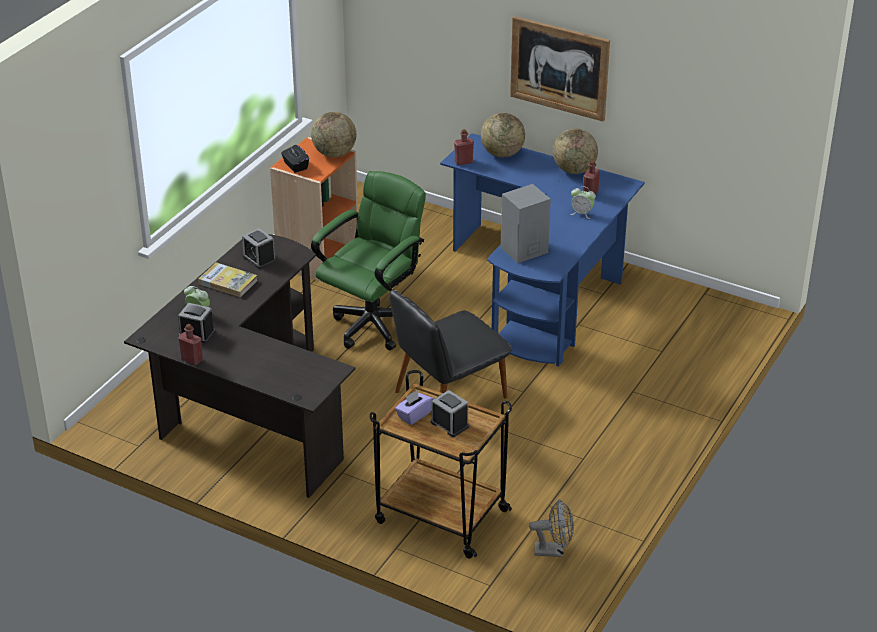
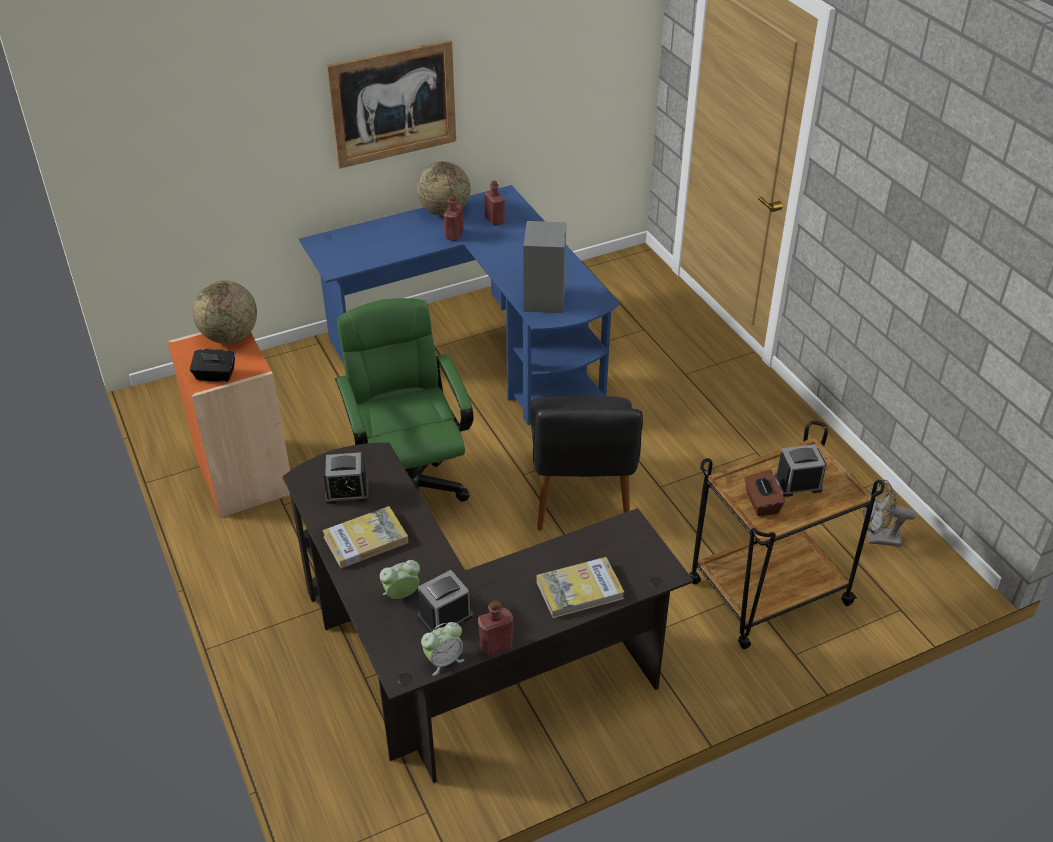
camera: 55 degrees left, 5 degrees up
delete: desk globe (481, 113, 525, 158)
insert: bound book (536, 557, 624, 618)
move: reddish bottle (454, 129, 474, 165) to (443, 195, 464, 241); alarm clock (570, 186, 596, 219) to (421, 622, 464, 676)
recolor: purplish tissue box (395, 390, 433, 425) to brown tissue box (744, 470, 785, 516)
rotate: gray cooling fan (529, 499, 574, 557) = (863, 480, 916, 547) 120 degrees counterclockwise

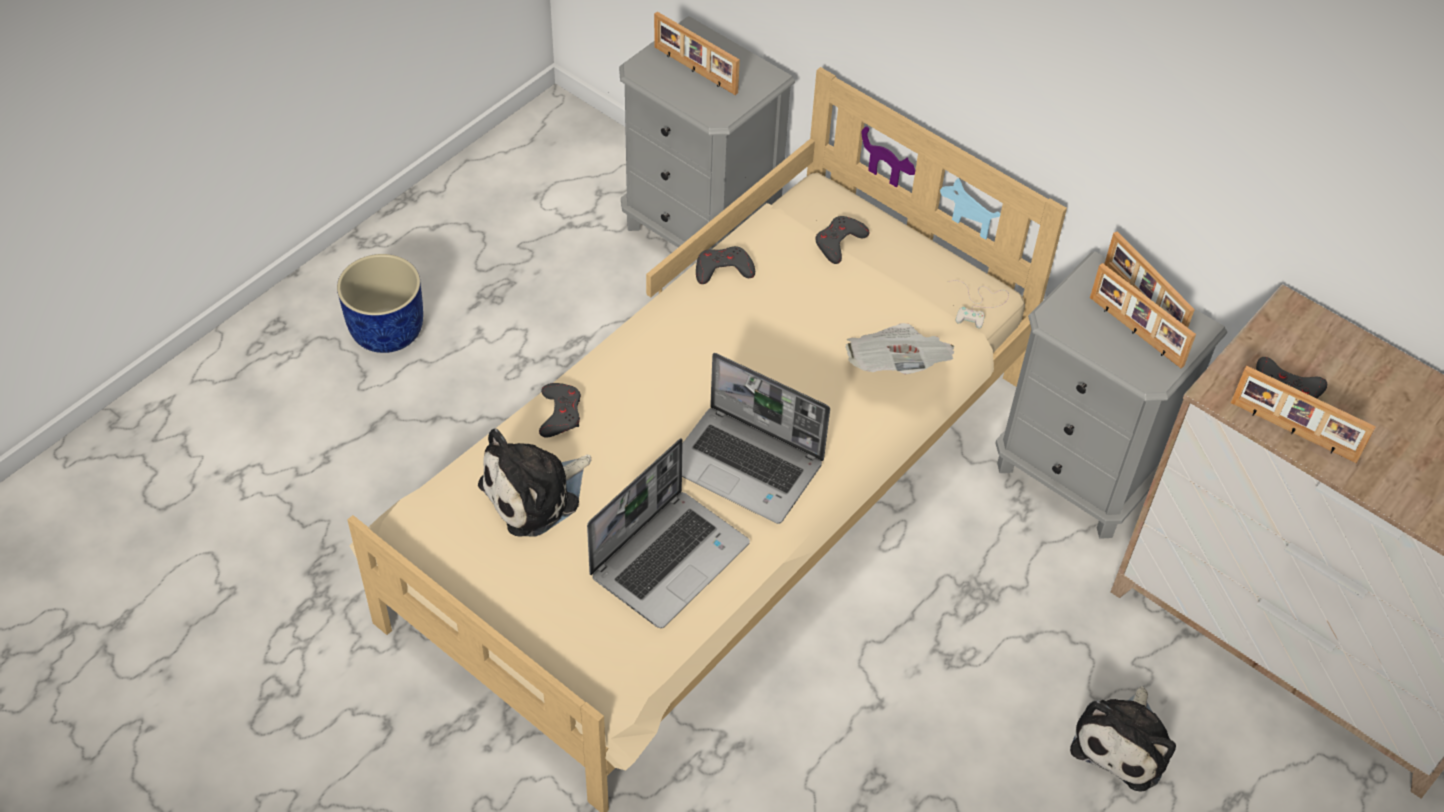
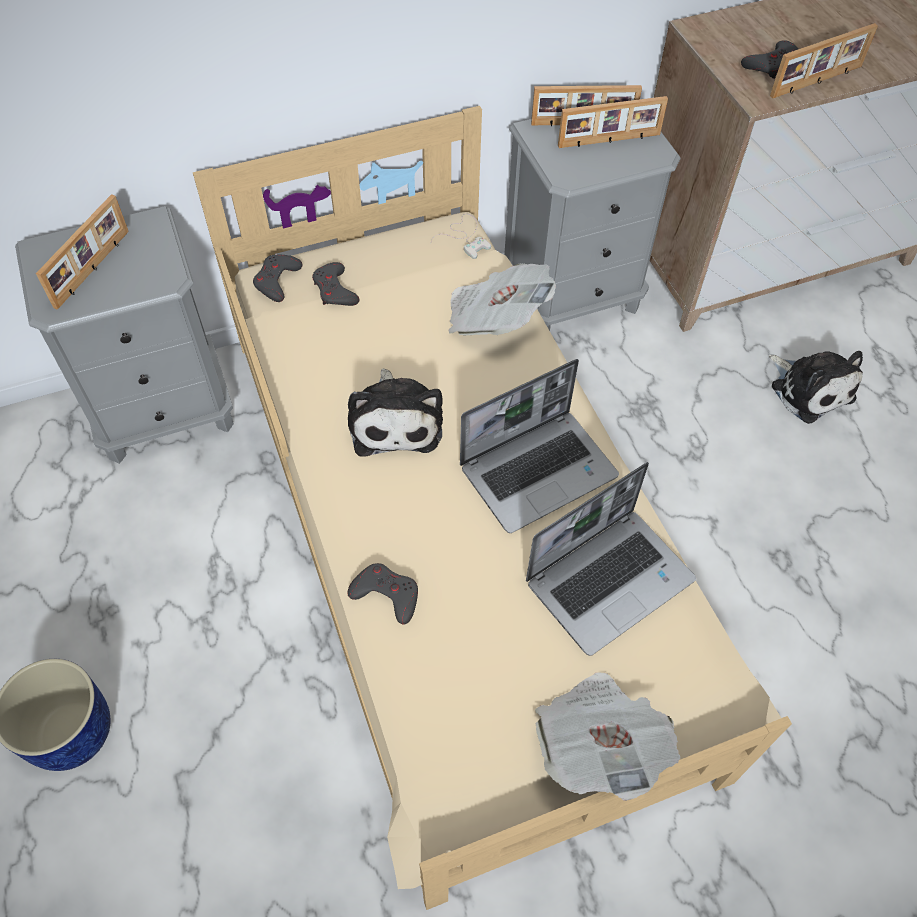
camera: 60 degrees left, 5 degrees up
insert: newspaper (535, 673, 680, 801)
move: plush toy (478, 429, 591, 537) to (348, 369, 443, 457); gray joypad (696, 246, 755, 284) to (253, 254, 303, 302)
rotate: laptop (587, 438, 750, 628) = (526, 462, 696, 656) 75 degrees clockwise; picture frame (654, 12, 740, 95) = (36, 194, 129, 310) 45 degrees counterclockwise

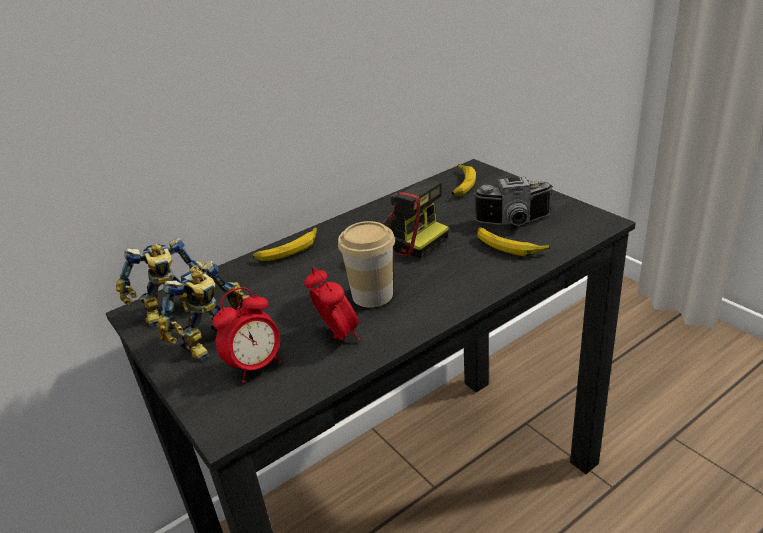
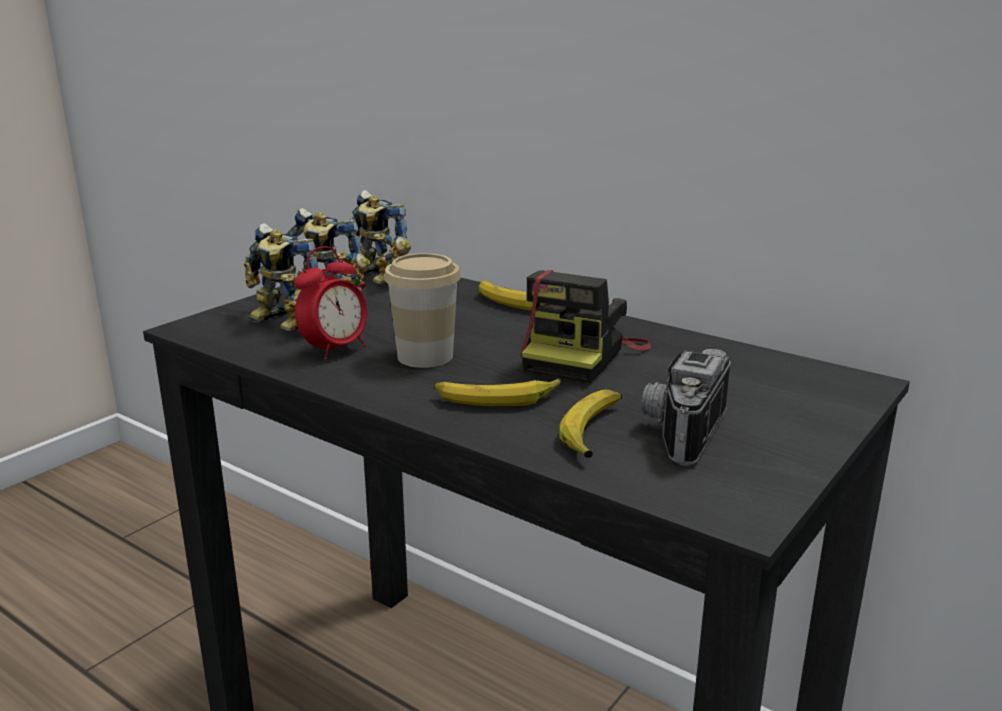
camera: 70 degrees right, 10 degrees down
move: whole banana (451, 164, 476, 196) to (434, 378, 562, 406)
replace: alarm clock (212, 287, 282, 383) to model robot (244, 223, 318, 331)
rotate: photo camera (473, 176, 552, 226) = (641, 349, 731, 466) 45 degrees clockwise

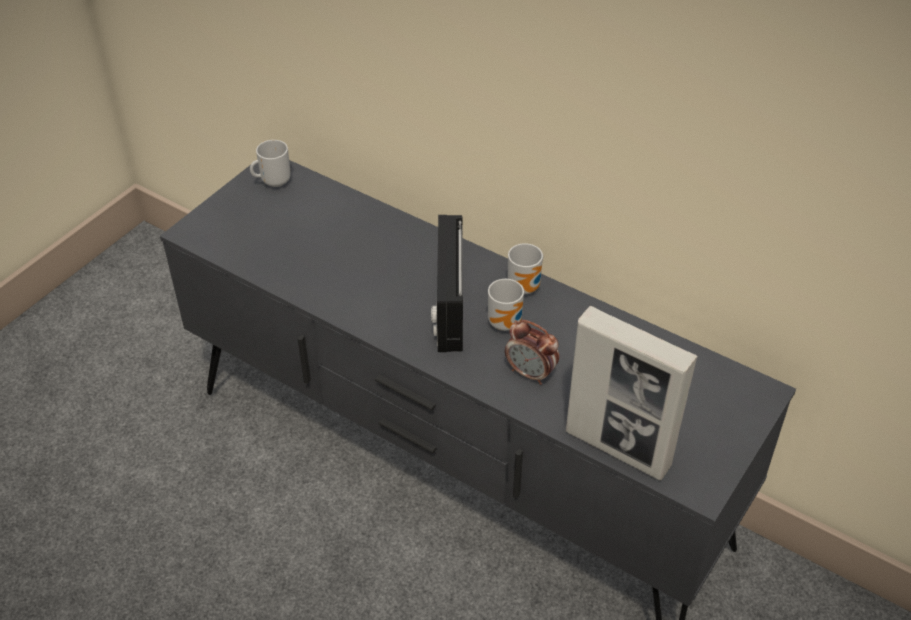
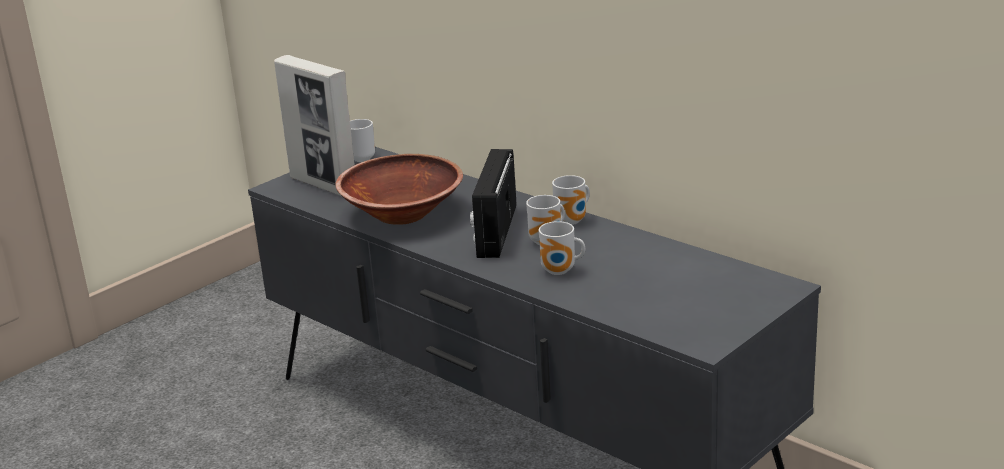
camera: 10 degrees right, 20 degrees down
insert: brown deep dish (335, 154, 463, 225)
move: picture frame (566, 306, 698, 480) to (274, 55, 355, 197)
replace: alarm clock (505, 320, 559, 385) to coffee mug (539, 221, 585, 275)

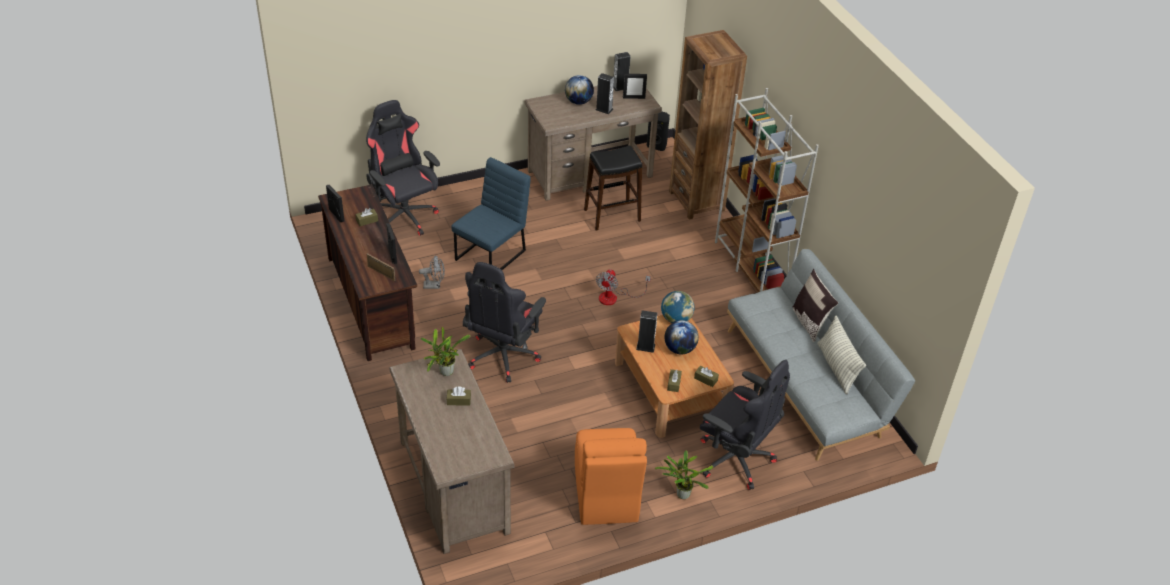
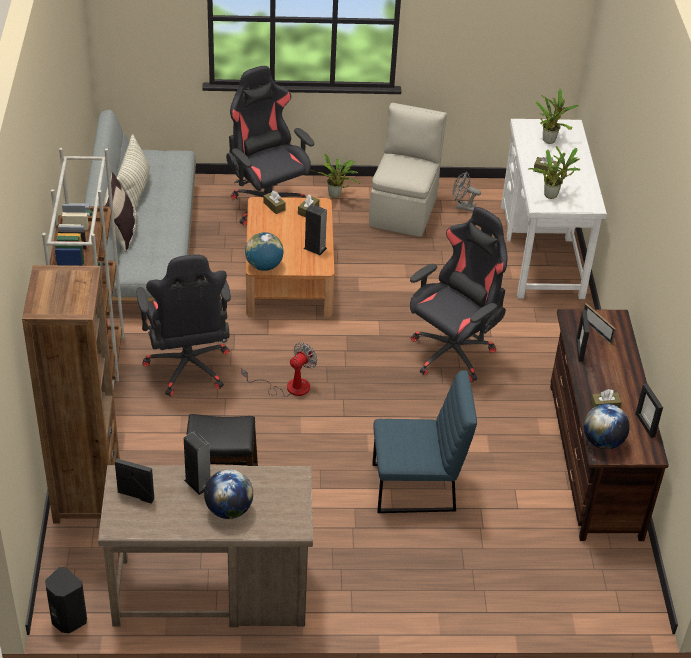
camera: 160 degrees left, 0 degrees up
delete: audio speaker (614, 52, 630, 91)
insert: plant in a pot (535, 89, 579, 144)
move: black-coloured office chair (366, 100, 440, 236) to (136, 254, 231, 396); gray cooling fan (419, 255, 445, 289) to (453, 172, 481, 212); desk globe (664, 320, 699, 355) to (584, 404, 630, 449)
recolor: brown desk table (390, 349, 514, 554) to white-coloured desk table (501, 119, 607, 299); orange chair (575, 428, 647, 525) to beige chair (369, 103, 447, 237)
rotate: bluish chair (451, 157, 531, 270) = (372, 370, 477, 513) 150 degrees counterclockwise

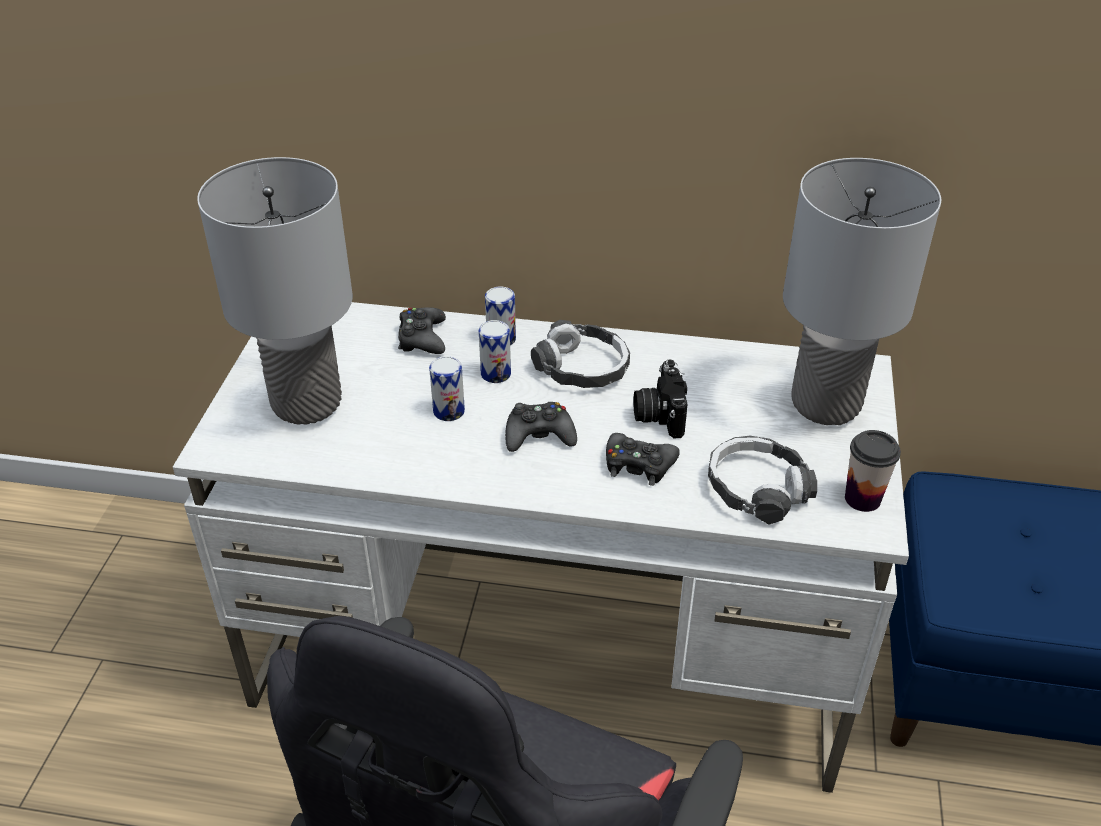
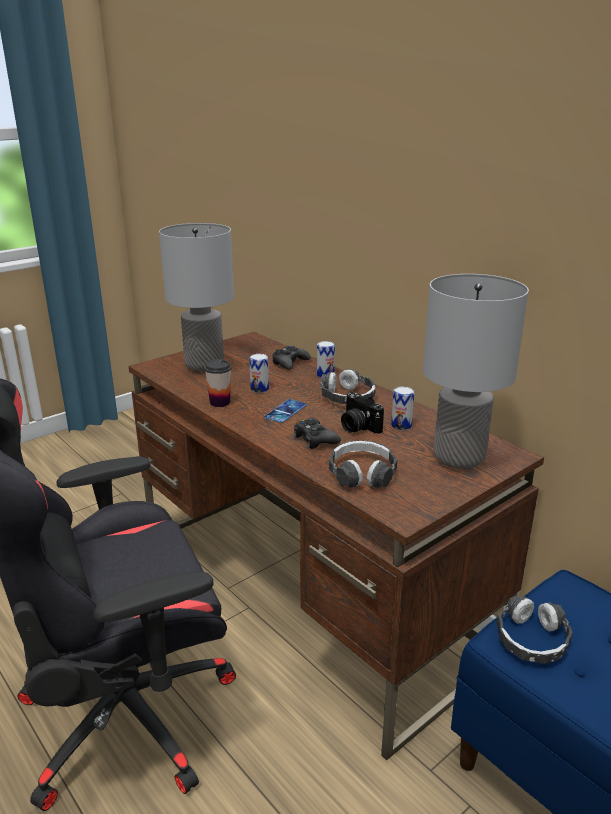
camera: 40 degrees right, 15 degrees down
insert: pair of headphones (496, 595, 573, 664)
move: sealed can (479, 320, 511, 383) to (391, 387, 414, 430); small cup (845, 430, 901, 512) to (204, 359, 232, 407)
replace: black-coloured joypad (505, 402, 577, 452) to phone (264, 399, 307, 423)
recolor: white-coloured desk table (173, 302, 909, 793) to brown desk table (128, 332, 544, 760)
rotate: photo camera (633, 360, 688, 438) = (341, 392, 384, 434) 75 degrees counterclockwise

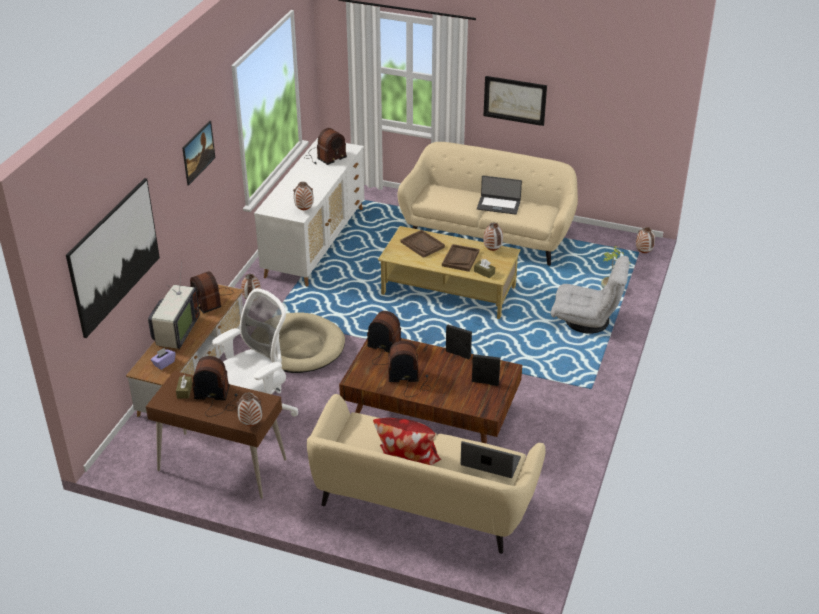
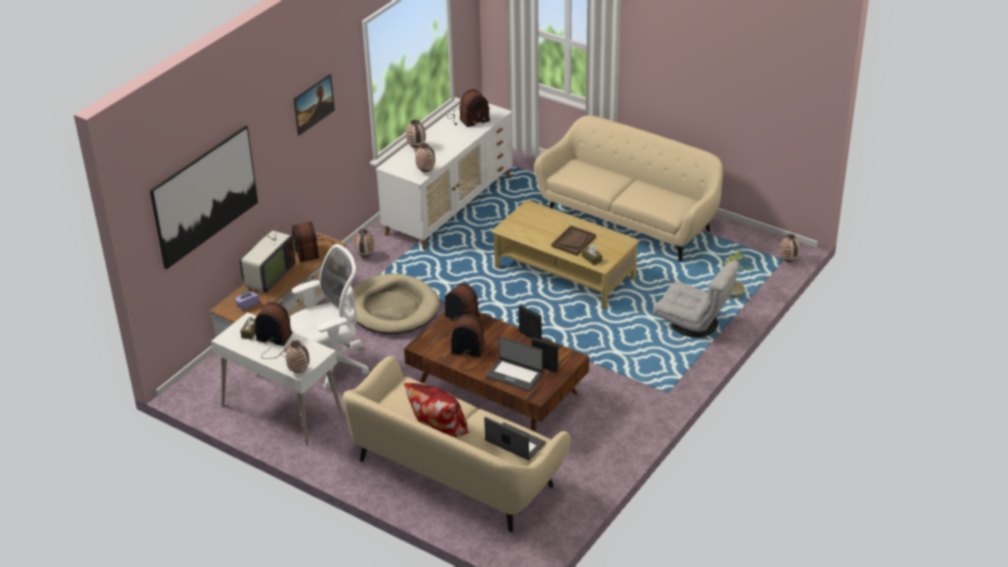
camera: 15 degrees right, 0 degrees up
delete: brown tray (401, 230, 445, 258); picture (483, 76, 547, 126)
move: laptop (477, 176, 522, 215) to (486, 336, 543, 391); decorative vase (483, 223, 503, 251) to (406, 119, 426, 148)
recolor: brown desk table (146, 371, 287, 499) to white-coloured desk table (211, 312, 343, 446)

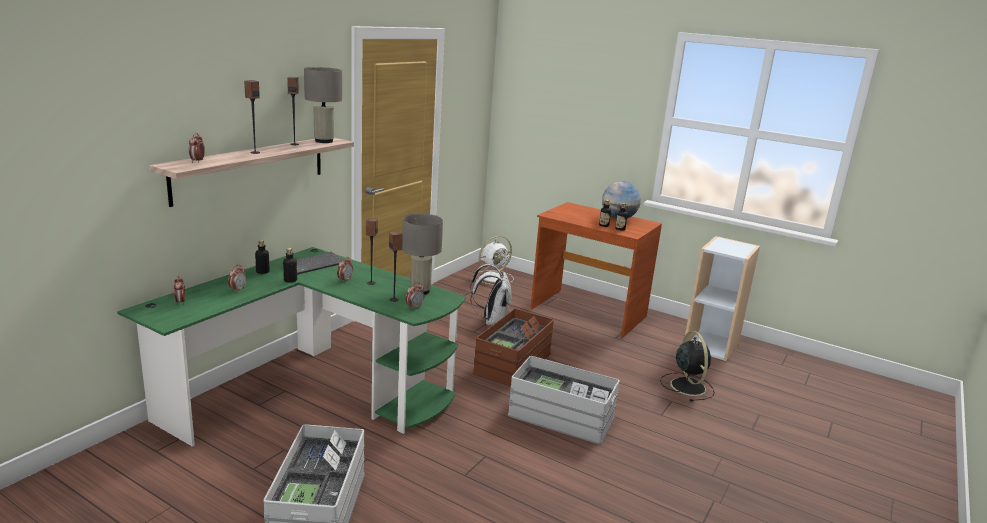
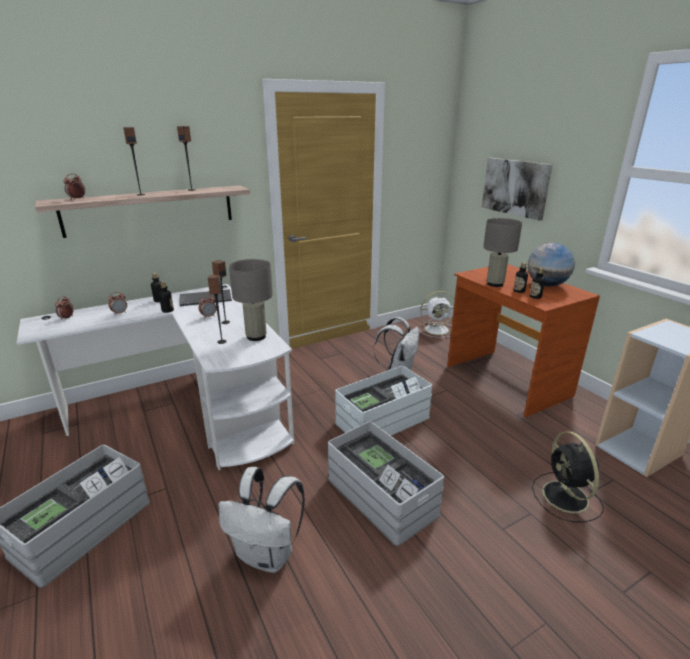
camera: 30 degrees right, 5 degrees up
delete: alarm clock (405, 283, 424, 310)
insert: white-coloured rucksack (219, 467, 305, 573); picture (482, 158, 553, 221)
move: gray table lamp (304, 67, 342, 143) to (484, 218, 522, 287)
recolor: greenish desk table (117, 247, 466, 447) to white-coloured desk table (17, 284, 294, 470); brown storage box (473, 309, 554, 387) to white-coloured storage box (335, 366, 432, 436)
rotate: black-coloured cooling fan (660, 331, 715, 401) = (532, 431, 604, 522) 150 degrees clockwise

